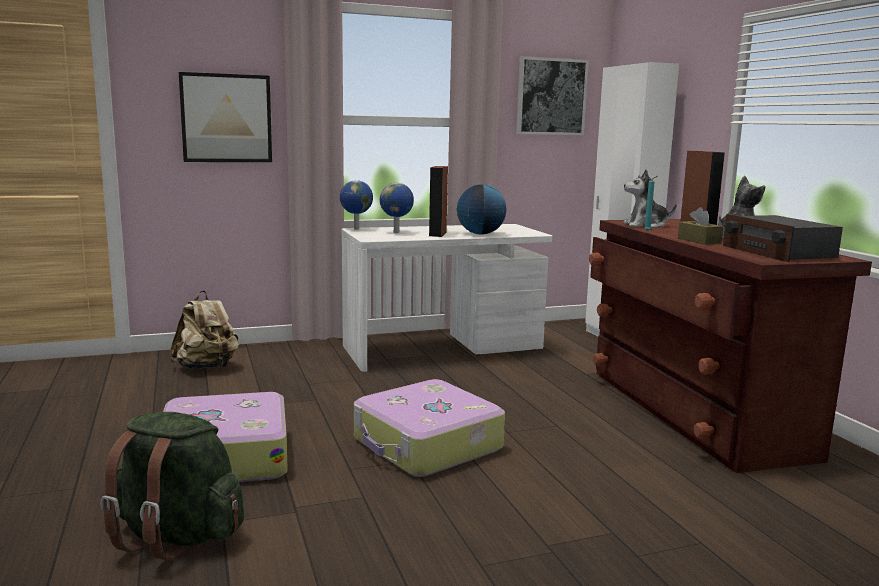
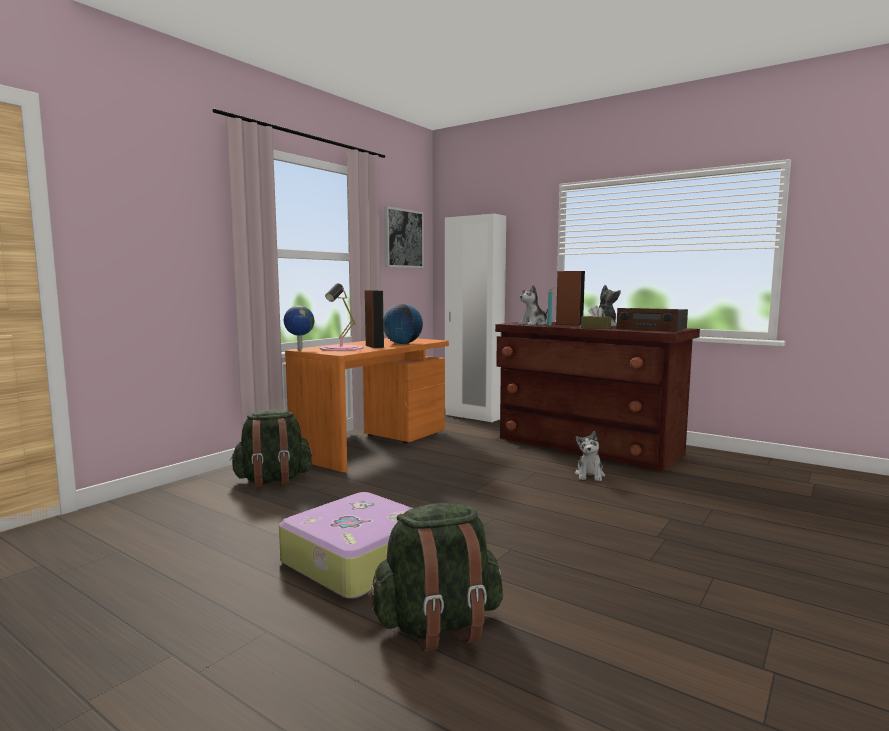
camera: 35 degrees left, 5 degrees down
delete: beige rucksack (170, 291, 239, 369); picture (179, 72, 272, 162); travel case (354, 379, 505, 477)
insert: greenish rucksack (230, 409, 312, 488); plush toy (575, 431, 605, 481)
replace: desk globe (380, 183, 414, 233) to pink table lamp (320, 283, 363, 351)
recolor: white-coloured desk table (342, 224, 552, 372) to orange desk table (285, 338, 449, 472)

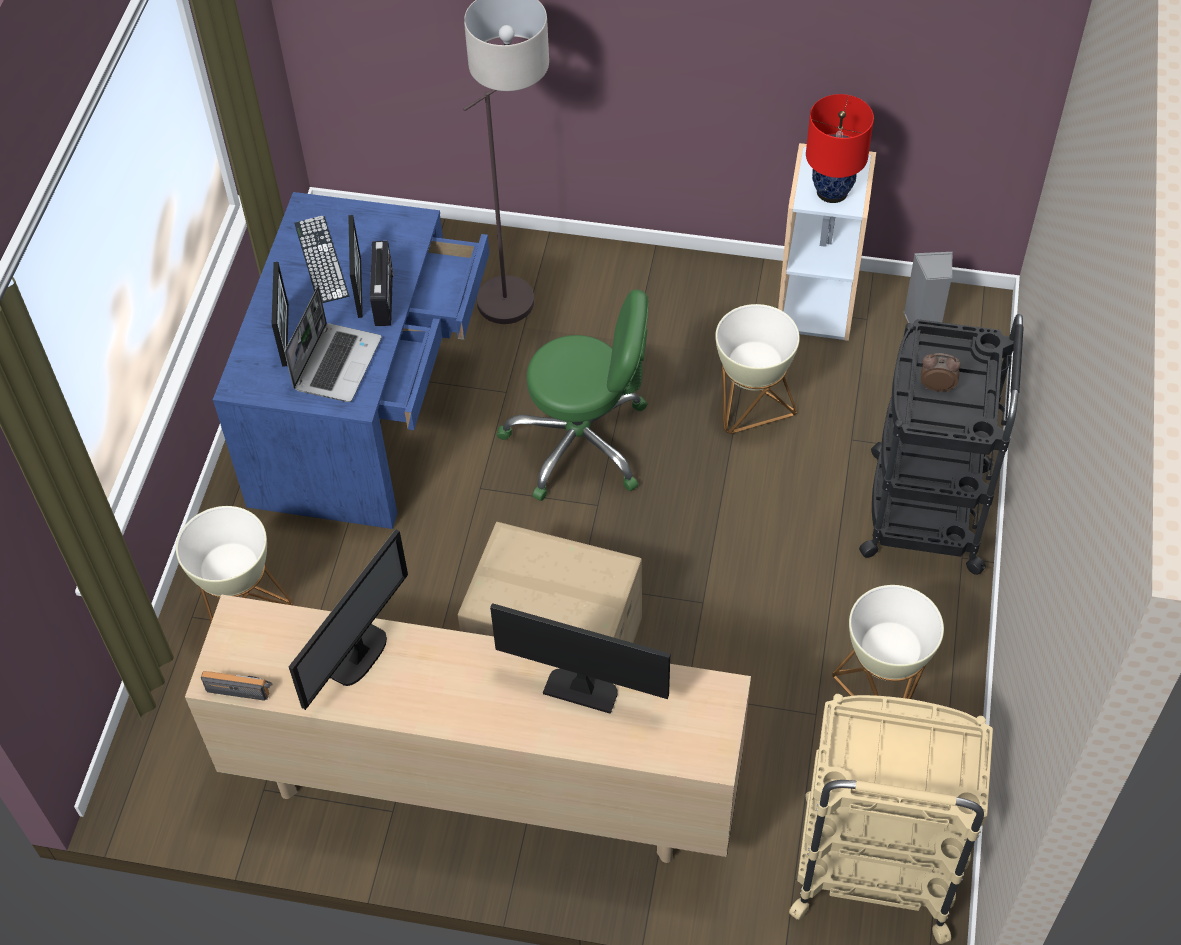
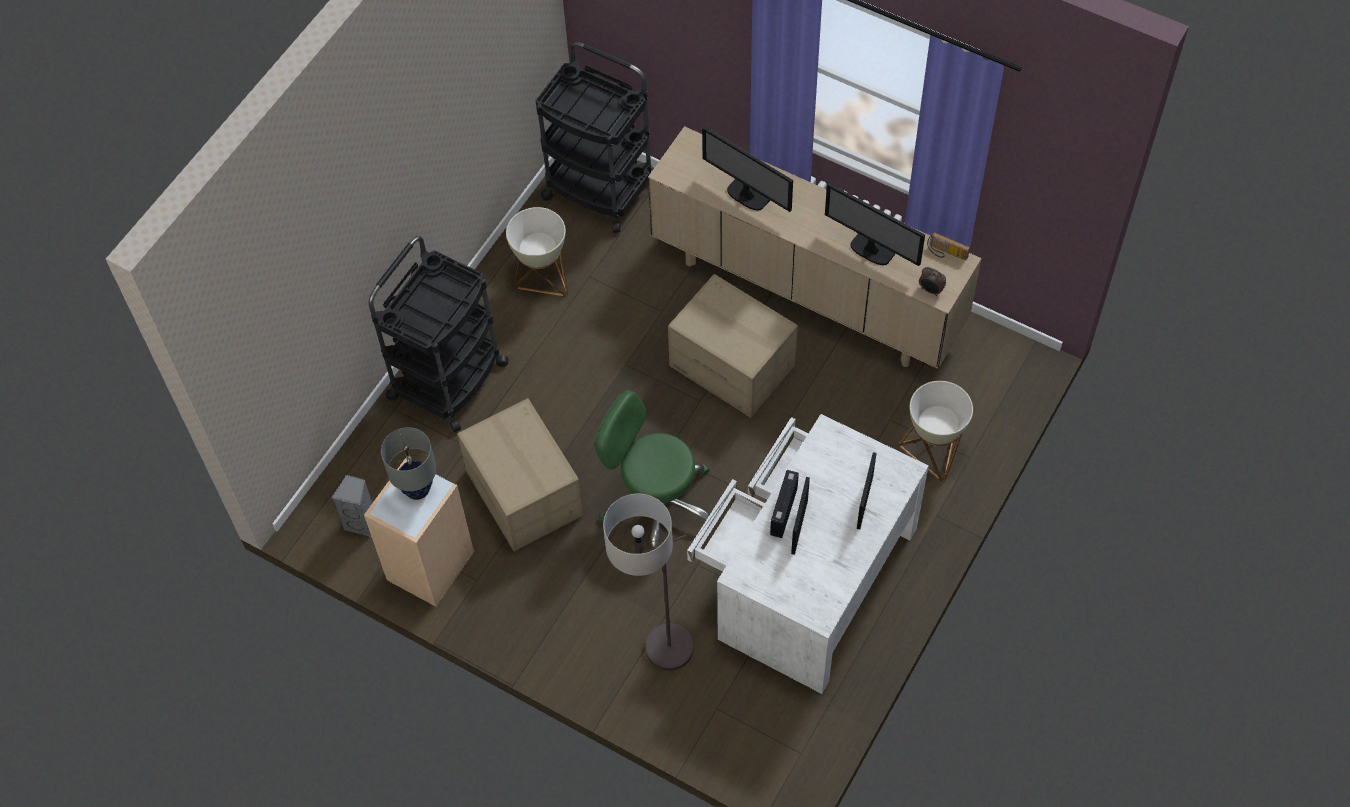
camera: 160 degrees left, 5 degrees up
delete: laptop (285, 286, 382, 402); computer keyboard (294, 216, 349, 303)
move: alarm clock (921, 353, 961, 393) to (919, 267, 946, 296)
replace: planter (715, 304, 800, 434) to cardboard box (457, 398, 583, 551)
recolor: bluish desk table (213, 192, 489, 529) to white-coloured desk table (687, 414, 929, 694); beige wheeled cart (789, 694, 993, 944) to black-coloured wheeled cart (535, 42, 652, 233); reddish table lamp (806, 94, 874, 203) to gray table lamp (381, 427, 436, 500)
rotate: monitor (289, 529, 408, 710) = (825, 183, 925, 266) 105 degrees counterclockwise

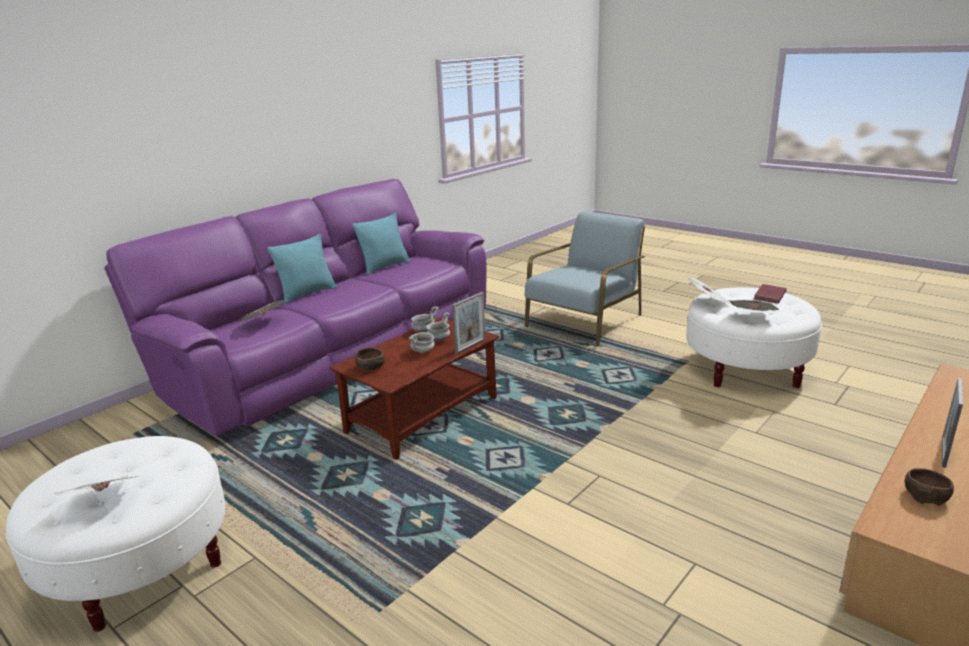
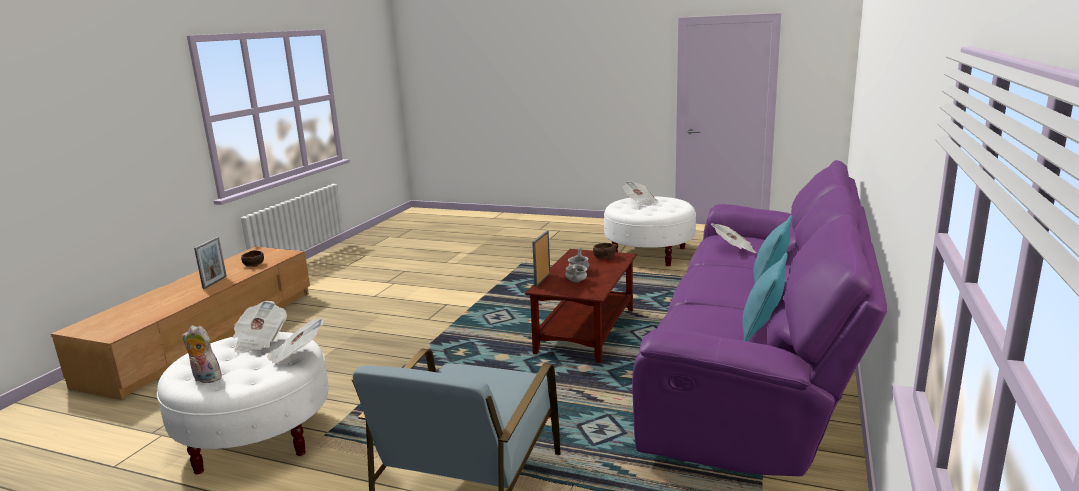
camera: 160 degrees right, 5 degrees down
delete: gray deep dish (411, 307, 439, 332)
replace: reddish bound book (754, 284, 787, 304) to plush toy (182, 325, 223, 383)

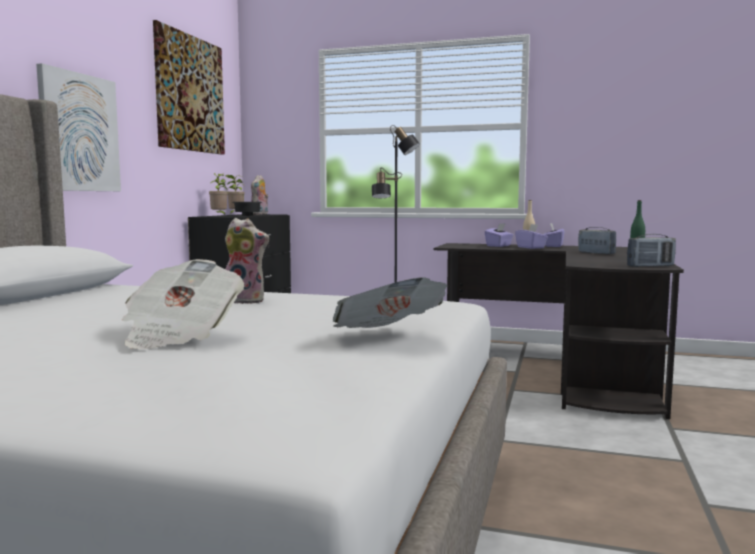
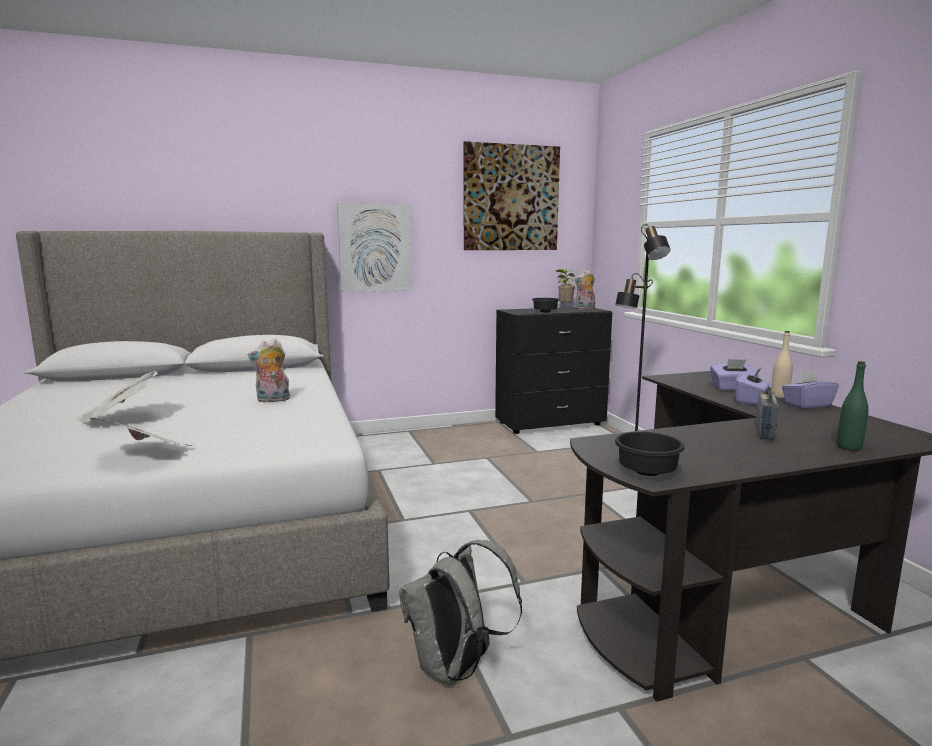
camera: 55 degrees right, 5 degrees up
delete: plant in a pot (209, 173, 228, 215)
insert: gray rucksack (399, 540, 522, 685)
replace: radio receiver (627, 234, 676, 267) to black-coloured deep dish (615, 432, 685, 476)
rotate: plush toy (225, 218, 269, 304) = (248, 339, 290, 403) 90 degrees clockwise

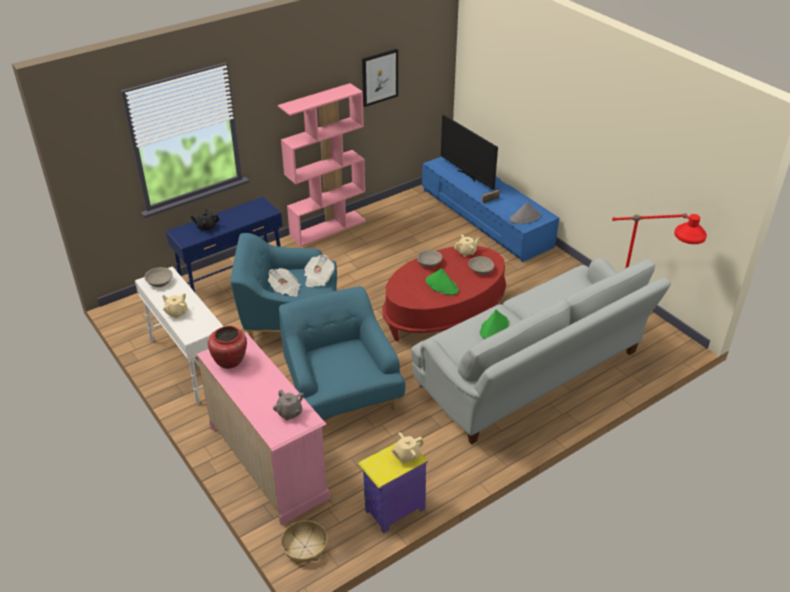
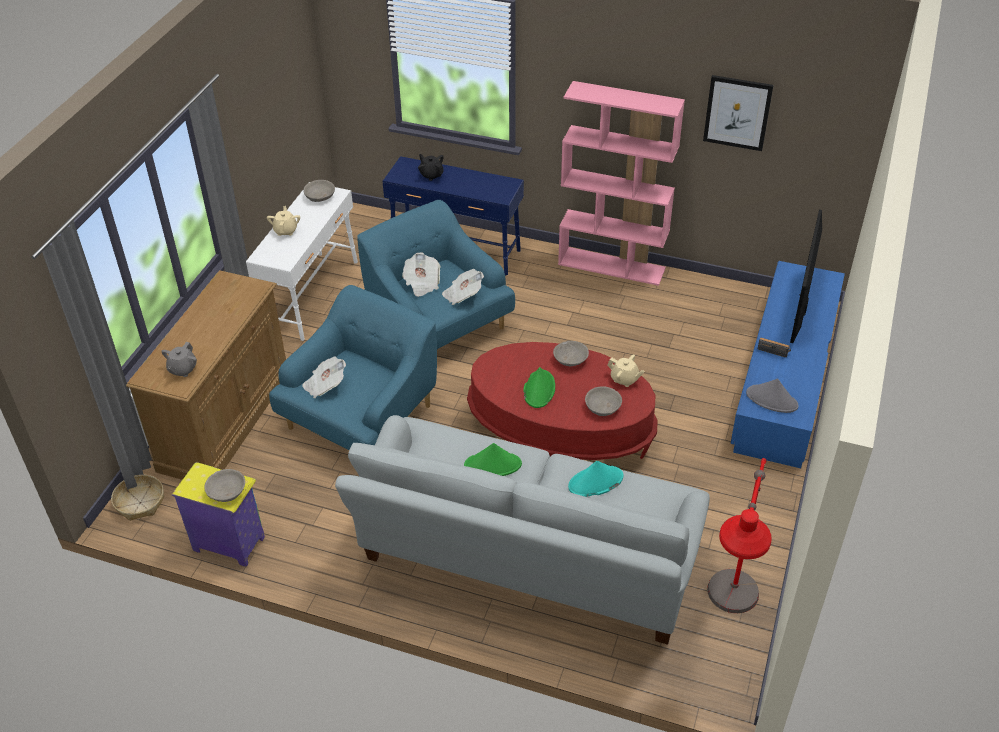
camera: 55 degrees right, 5 degrees up
delete: reddish decorative vase (208, 326, 247, 369)
insert: newspaper (302, 356, 346, 398); turquoise-coloured clothing hat (568, 461, 623, 497)
replace: beige tea pot (391, 432, 424, 464) to gray deep dish (204, 469, 245, 502)
recolor: pink cabinet (196, 333, 330, 525) to brown cabinet (126, 271, 286, 480)

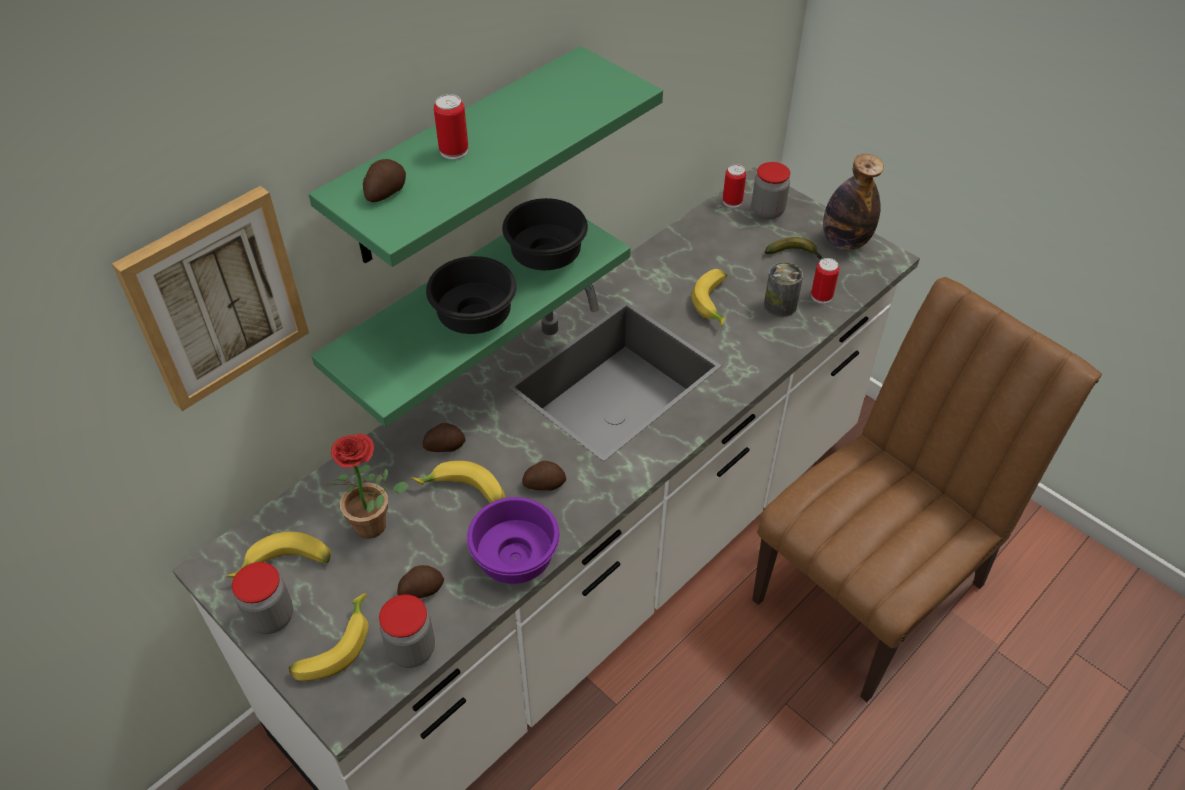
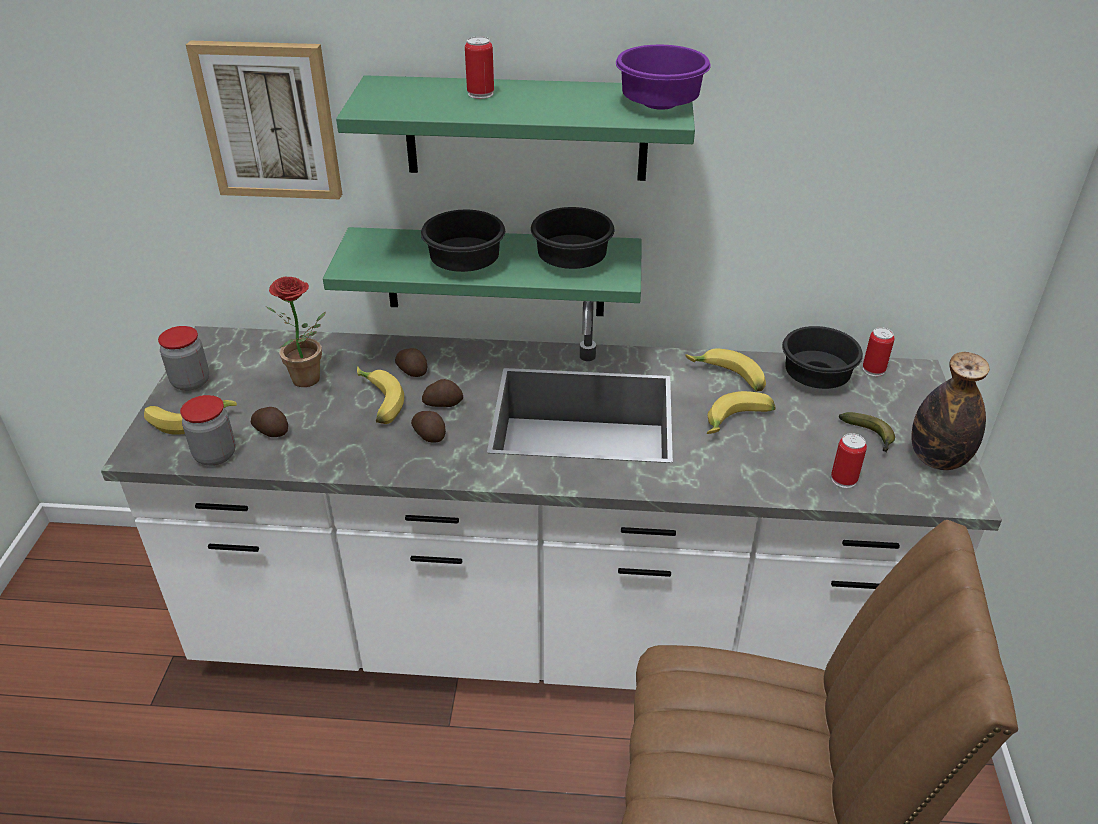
camera: 50 degrees right, 10 degrees down
delete: storage jar (752, 162, 790, 219); sealed can (764, 262, 803, 317)
insert: black-coloured deep dish (782, 326, 863, 389)
move: whole banana (226, 532, 331, 578) to (685, 349, 766, 391); spud (363, 159, 406, 202) to (422, 379, 463, 407); purplish deep dish (467, 497, 560, 584) to (616, 45, 711, 110)

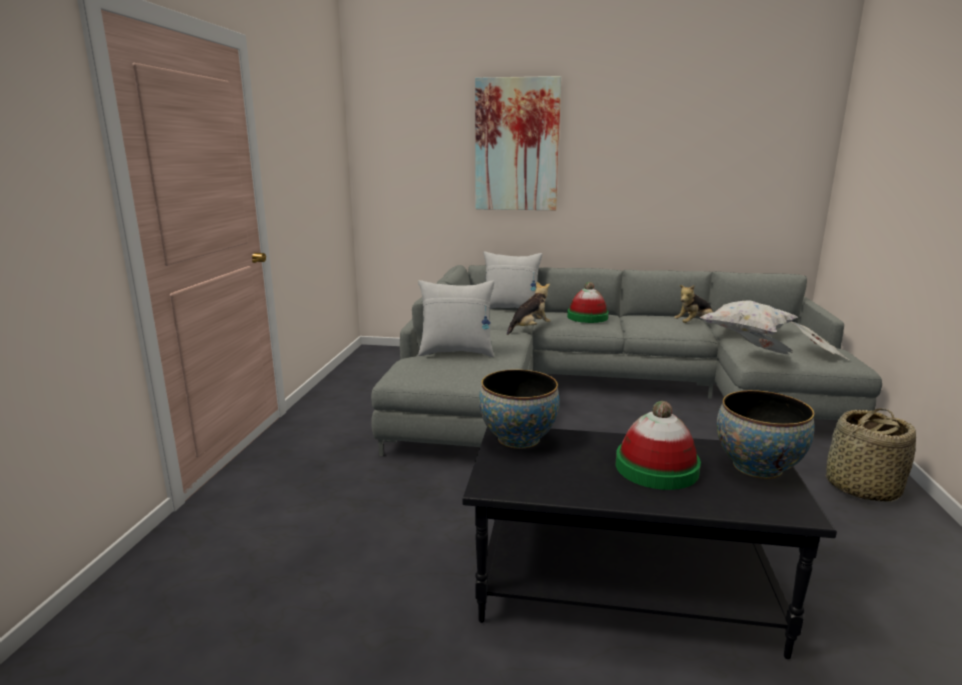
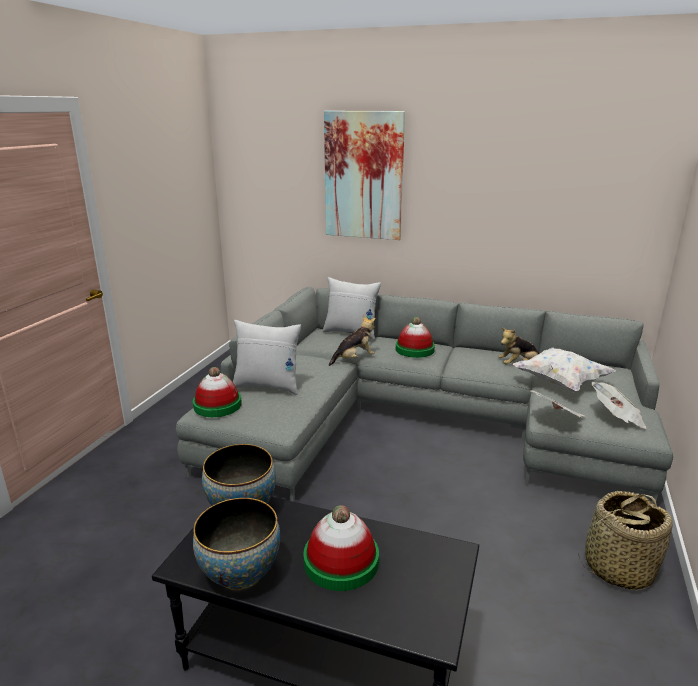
camera: 10 degrees right, 5 degrees up
insert: clothing hat (193, 367, 242, 417)
move: deep dish (717, 390, 815, 479) to (193, 498, 280, 591)

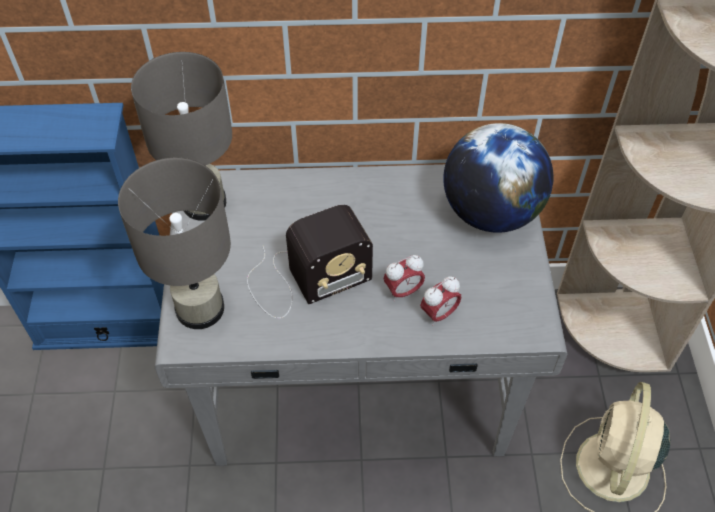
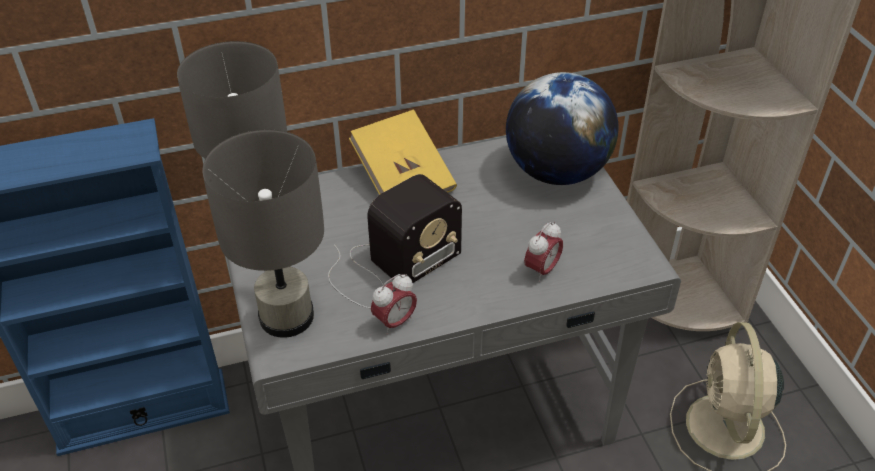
camera: 15 degrees left, 10 degrees down
insert: yellow-coloured bound book (349, 110, 457, 195)
move: alarm clock (383, 255, 425, 301) to (371, 274, 417, 335)

